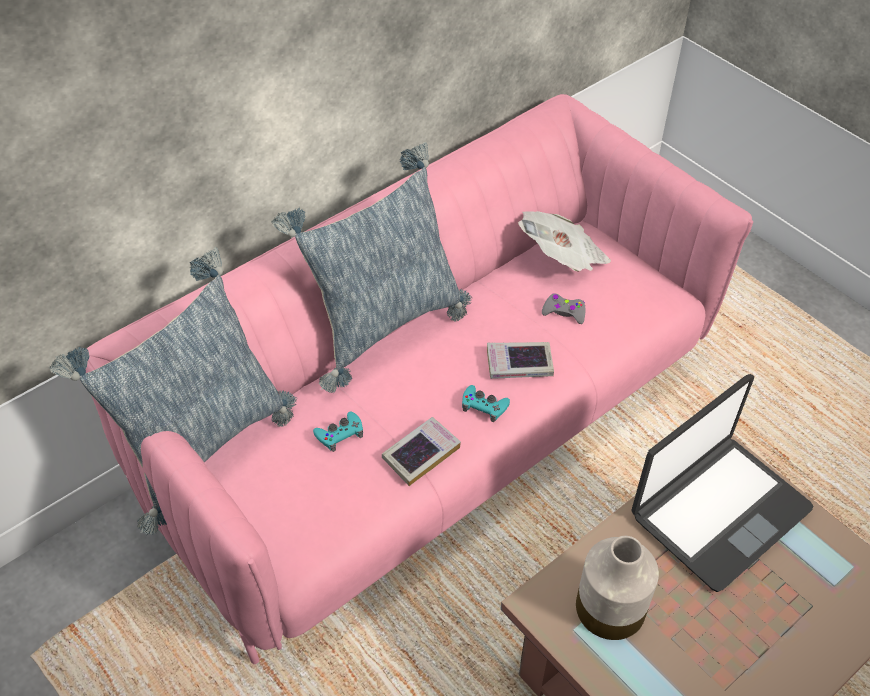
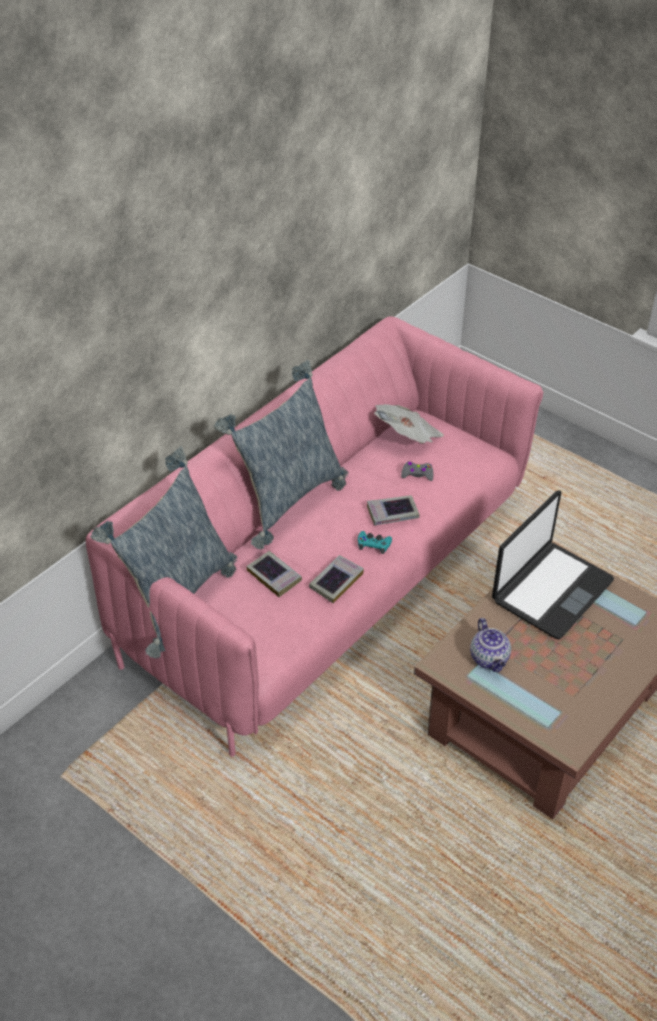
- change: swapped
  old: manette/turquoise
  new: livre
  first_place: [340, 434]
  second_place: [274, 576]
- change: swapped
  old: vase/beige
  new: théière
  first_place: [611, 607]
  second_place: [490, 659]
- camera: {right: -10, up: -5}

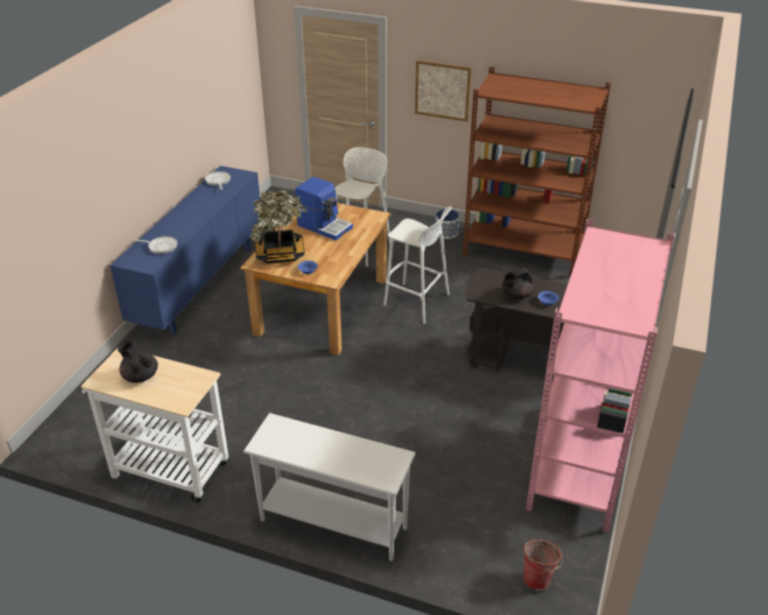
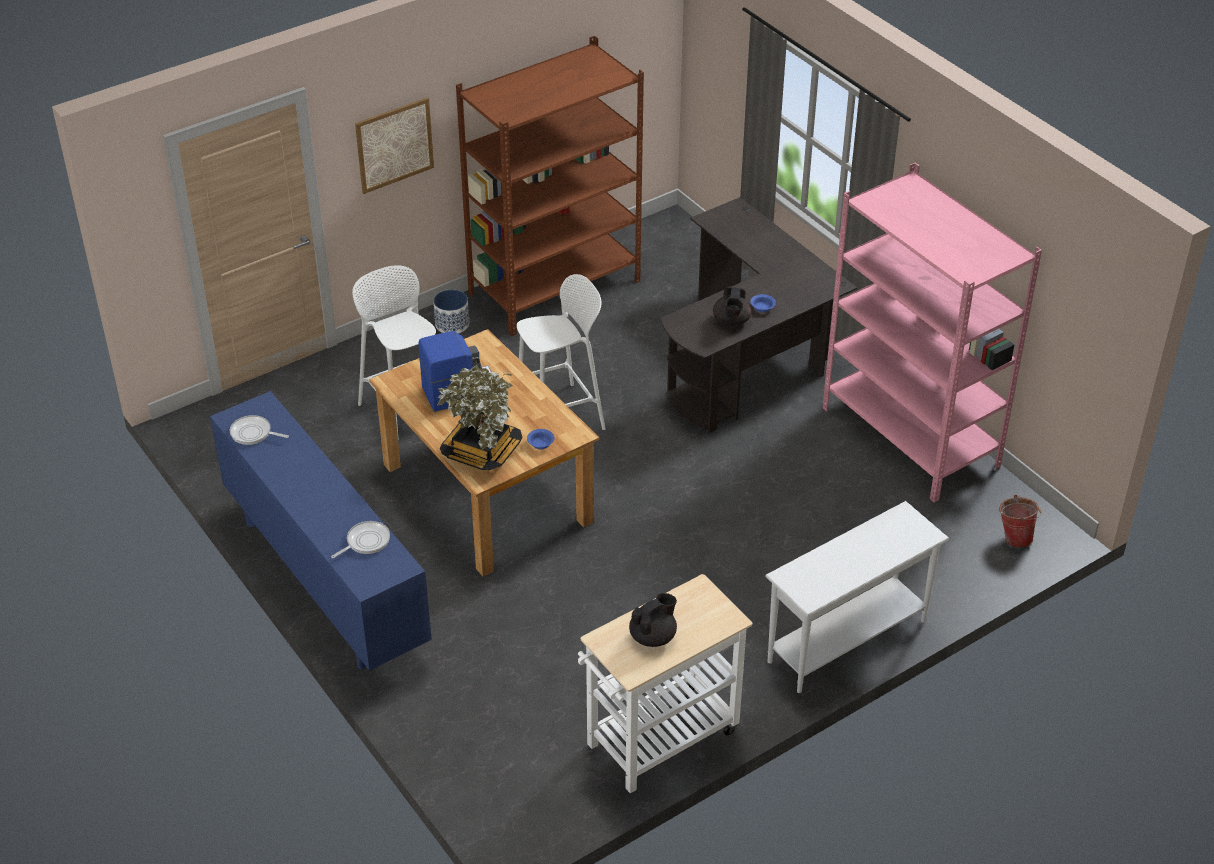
- change: rotated
  old: théière/noir
  first_place: [140, 376]
  second_place: [653, 636]
  degrees: 150
- camera: {right: -55, up: 5}

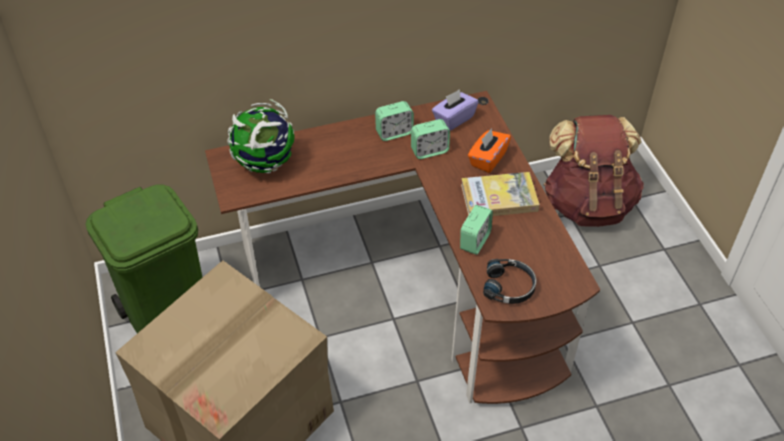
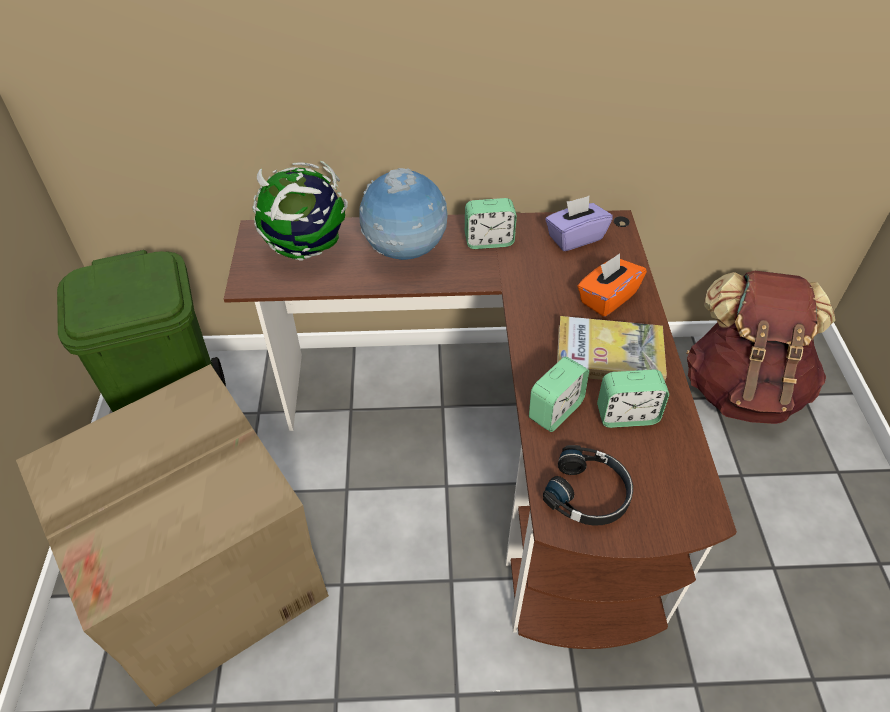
- change: shifted
  old: réveil
  first_place: [429, 151]
  second_place: [626, 415]
- change: new
  new: globe
  second_place: [405, 253]
- camera: {right: 15, up: 0}

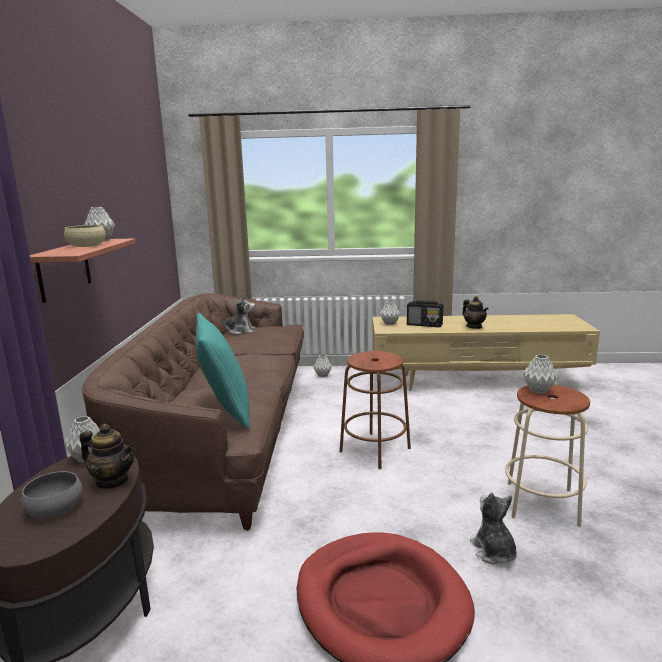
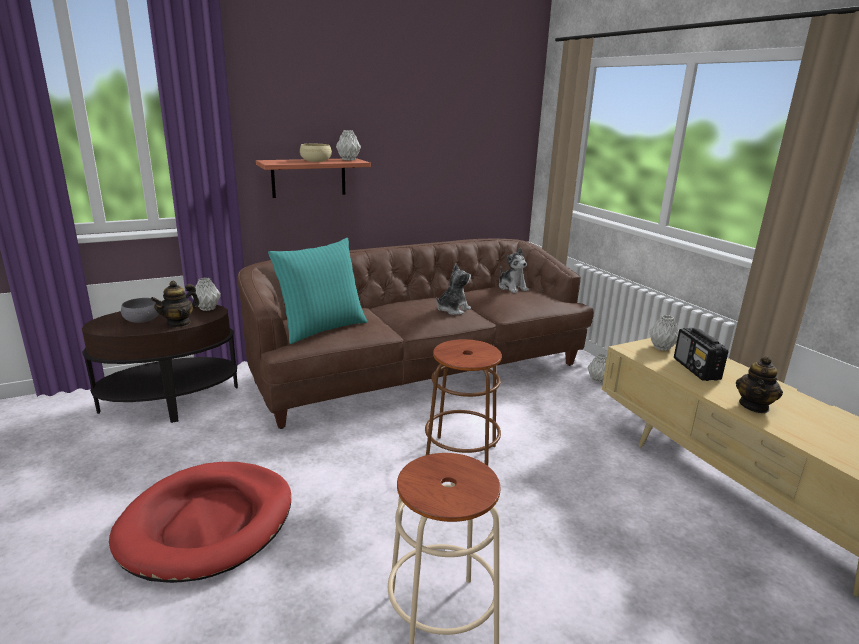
- change: rotated
  old: théière
  first_place: [113, 481]
  second_place: [179, 323]
  degrees: 45
- change: shifted
  old: peluche
  first_place: [493, 552]
  second_place: [452, 310]
- change: gone
  old: vase/gris
  first_place: [538, 390]
- camera: {right: 60, up: 5}

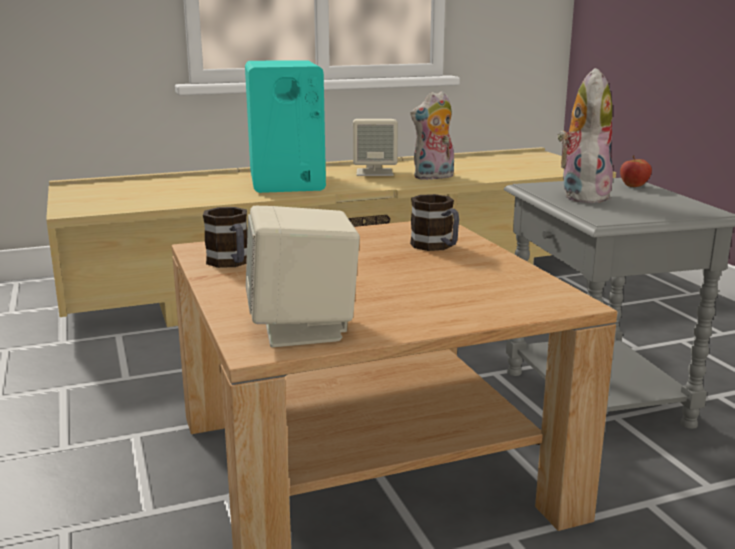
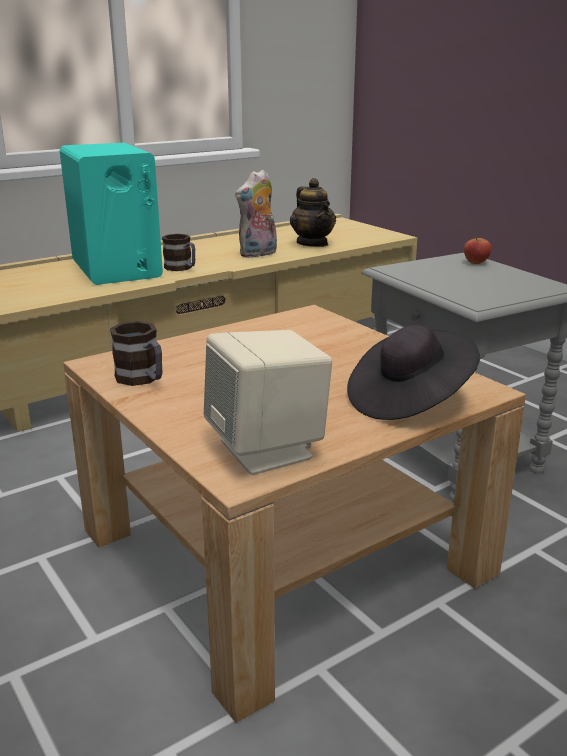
- change: gone
  old: enceinte/beige
  first_place: [374, 172]
- change: shifted
  old: mug
  first_place: [436, 247]
  second_place: [182, 268]
- change: gone
  old: peluche
  first_place: [581, 195]
- change: new
  new: théière
  second_place: [312, 243]
- change: new
  new: chapeau/noir
  second_place: [409, 400]
- camera: {right: -15, up: 5}

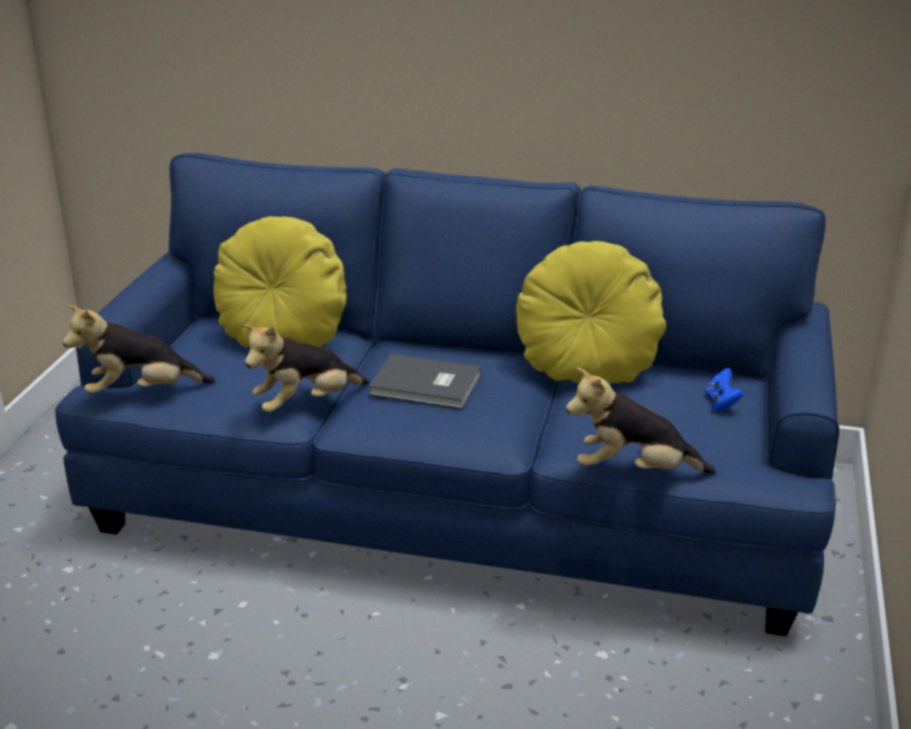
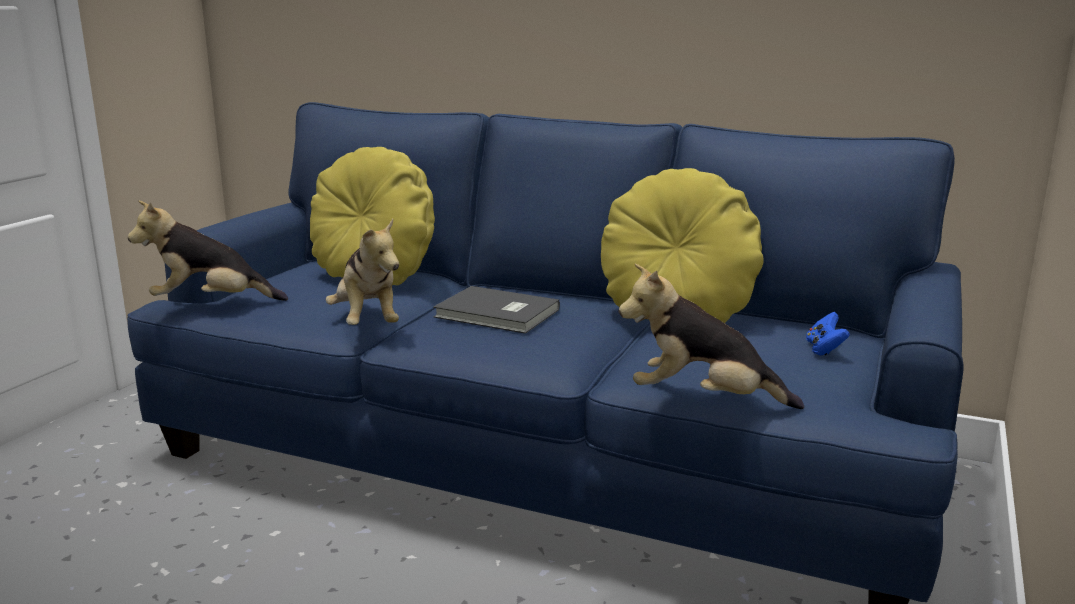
- change: rotated
  old: peluche
  first_place: [305, 404]
  second_place: [366, 322]
  degrees: -90
- camera: {right: 10, up: -10}

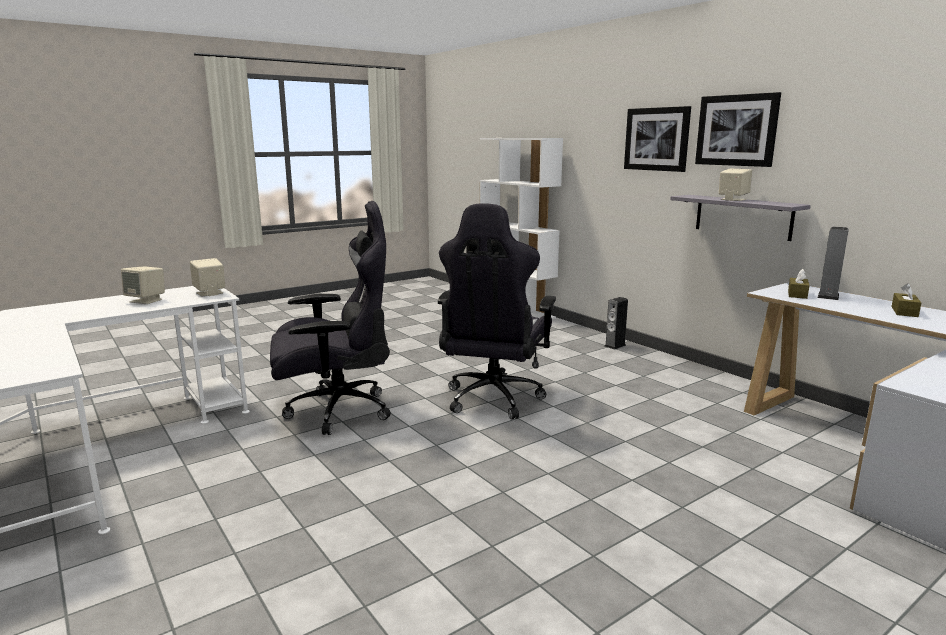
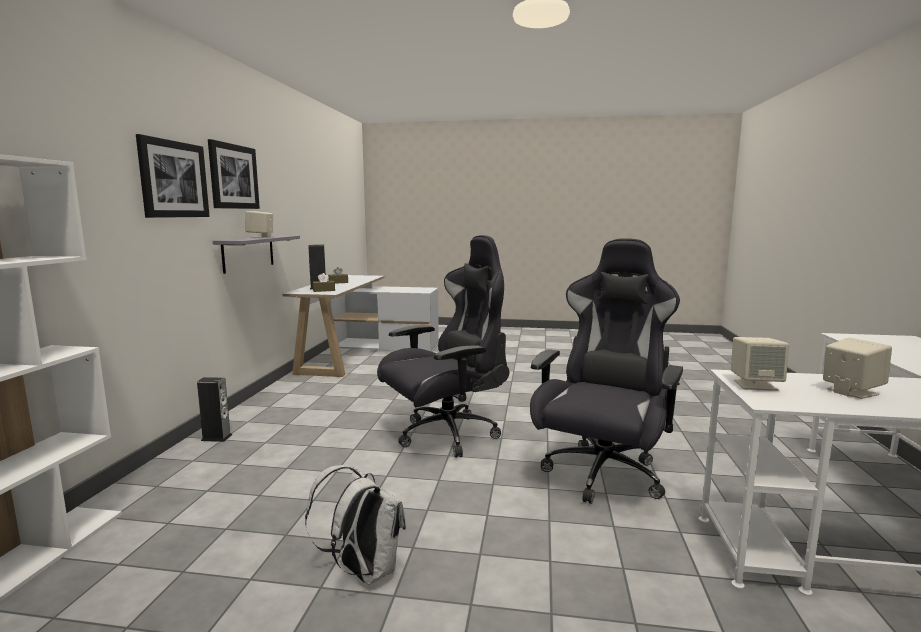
- change: rotated
  old: chaise de bureau/noir
  first_place: [332, 412]
  second_place: [601, 479]
  degrees: 90
- change: new
  new: sac à dos/blanc
  second_place: [362, 571]
- camera: {right: -135, up: -5}

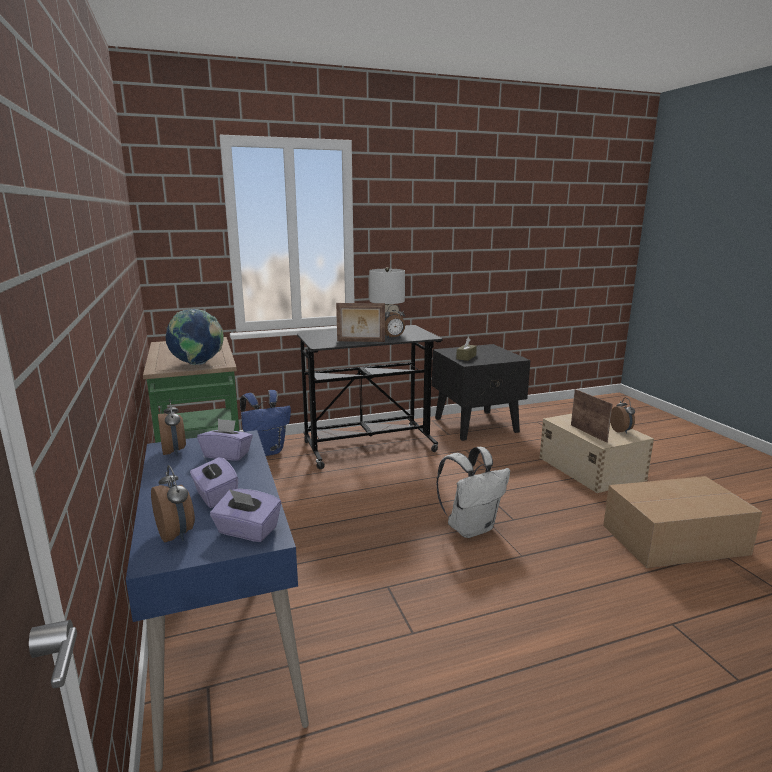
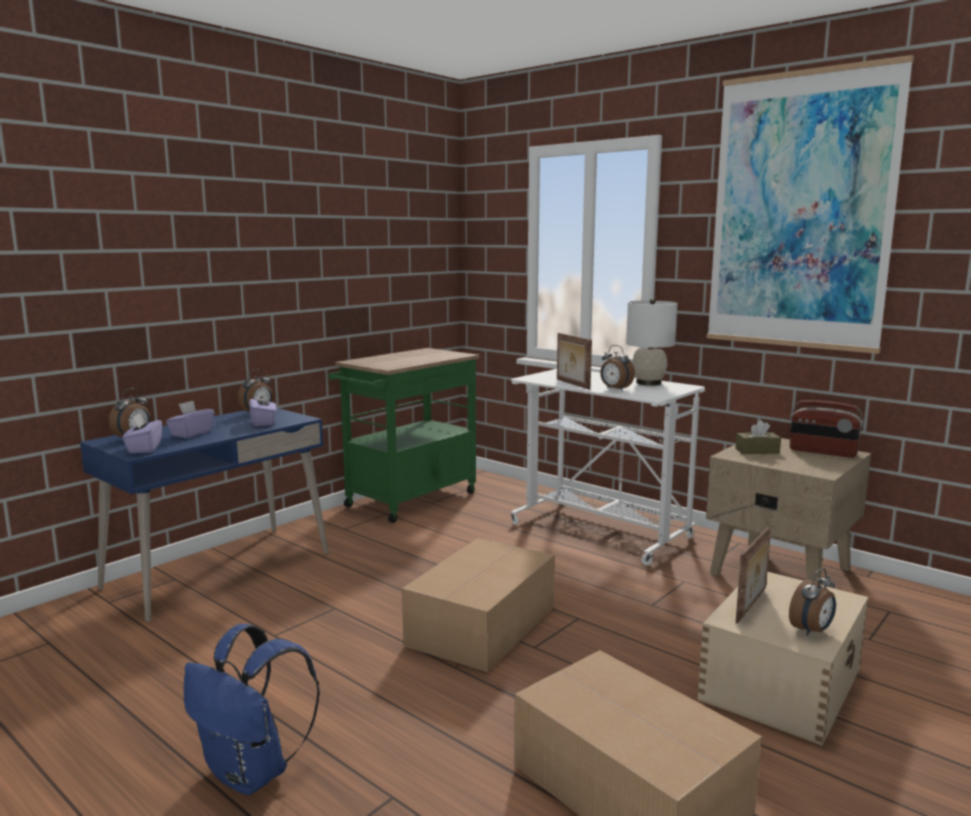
- change: gone
  old: globe
  first_place: [197, 364]
- change: shifted
  old: sac à dos/bleu
  first_place: [266, 451]
  second_place: [252, 773]
- change: repainted
  old: bureau/noir
  new: bureau/blanc
  first_place: [369, 446]
  second_place: [601, 530]
- change: repainted
  old: table de chevet/noir
  new: table de chevet/beige
  first_place: [476, 425]
  second_place: [782, 571]
- change: swapped
  old: sac à dos/blanc
  new: carton
  first_place: [471, 527]
  second_place: [484, 625]
- change: new
  new: tableau
  second_place: [800, 212]
- change: new
  new: radio
  second_place: [822, 452]
- camera: {right: 60, up: -5}

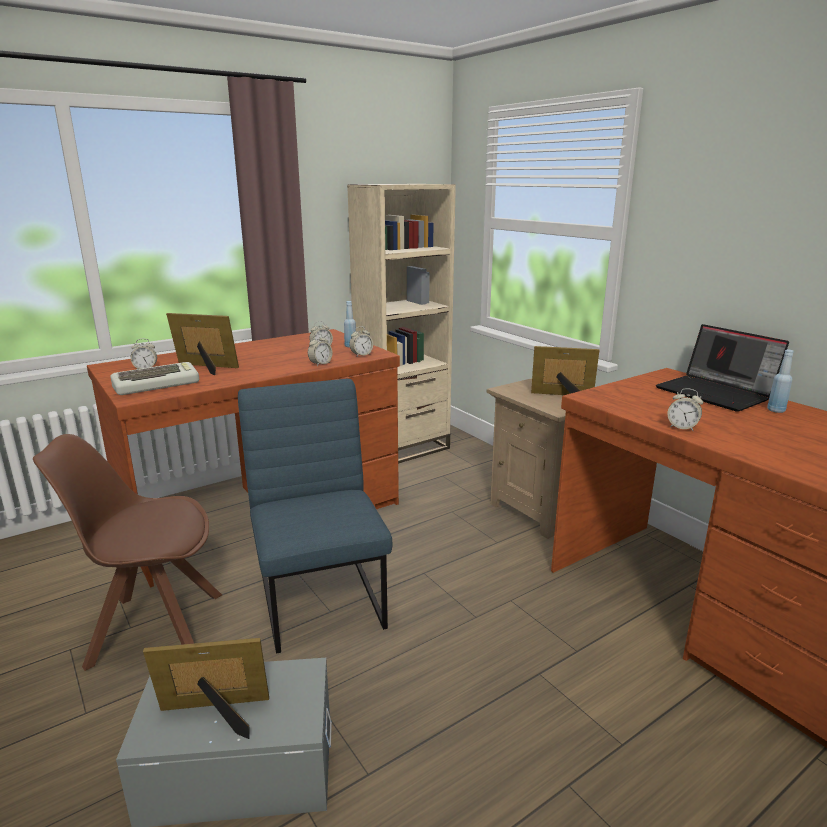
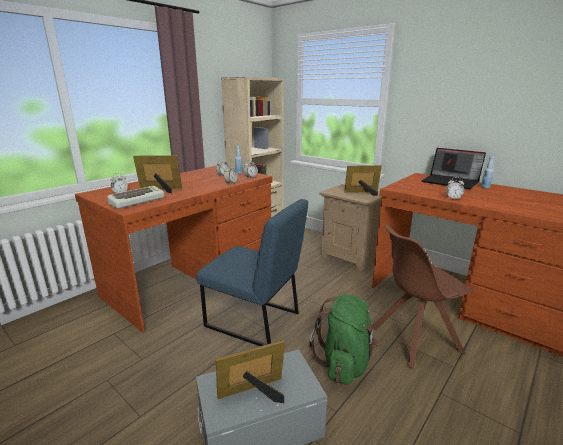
- change: shifted
  old: chaise/marron
  first_place: [154, 629]
  second_place: [413, 339]
- change: rotated
  old: chaise/bleu
  first_place: [321, 596]
  second_place: [254, 320]
  degrees: 150
- change: new
  new: sac à dos/vert
  second_place: [344, 363]
- camera: {right: -15, up: 0}

